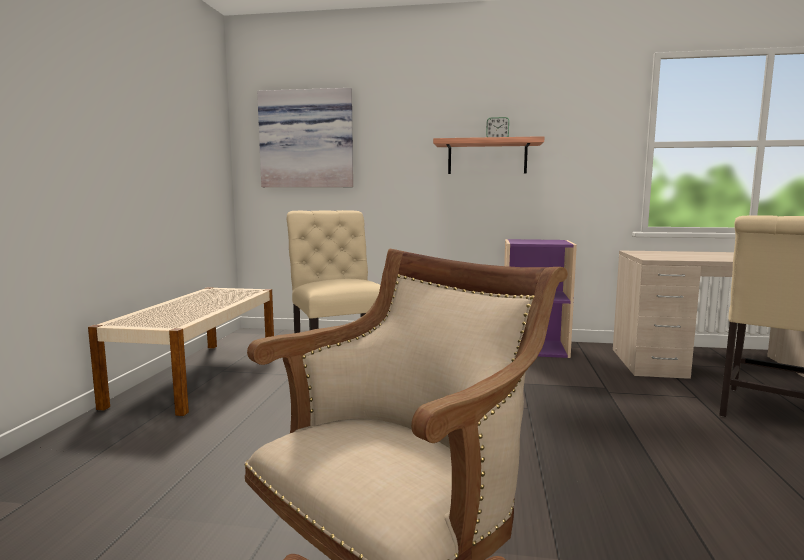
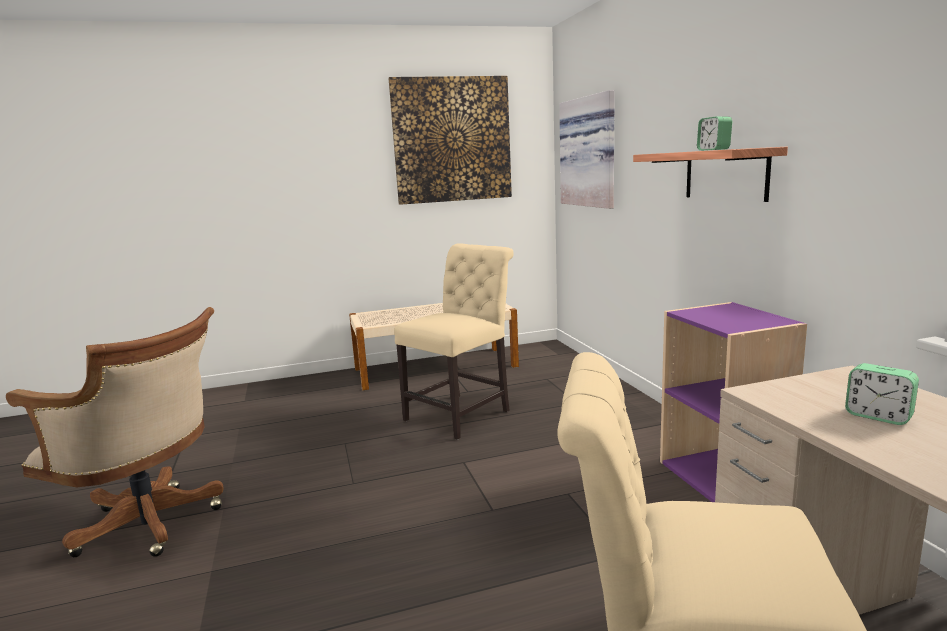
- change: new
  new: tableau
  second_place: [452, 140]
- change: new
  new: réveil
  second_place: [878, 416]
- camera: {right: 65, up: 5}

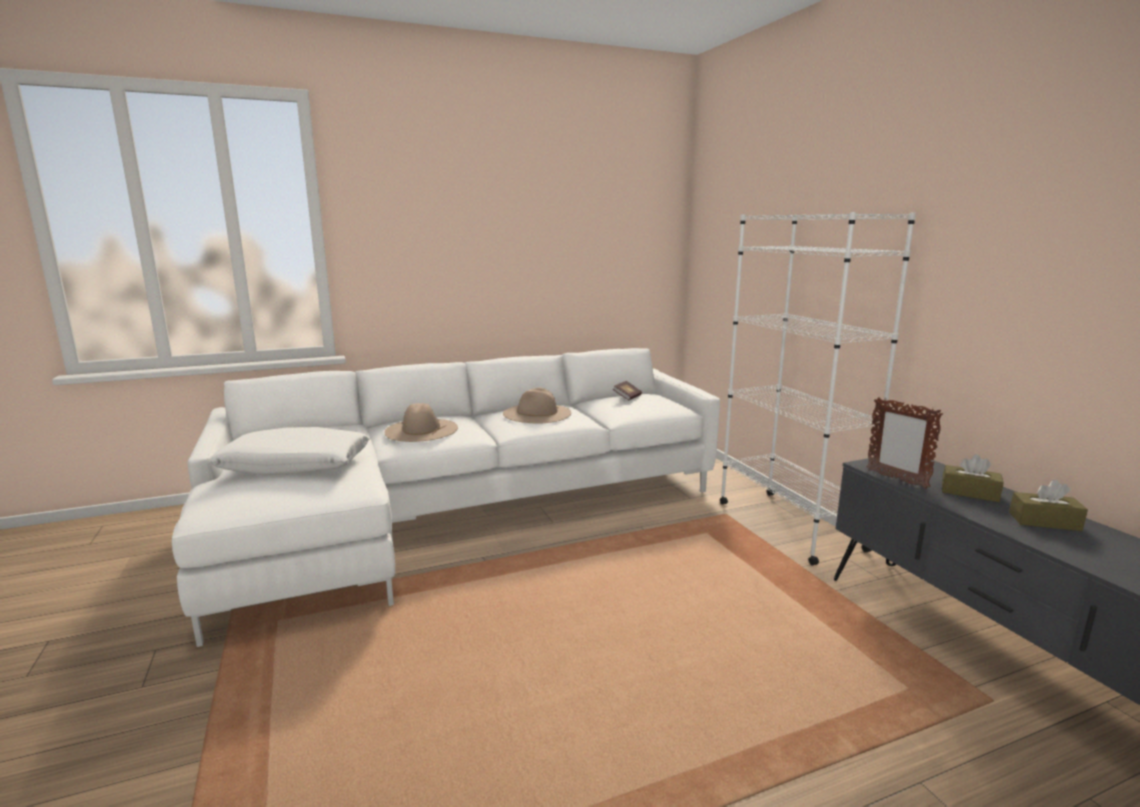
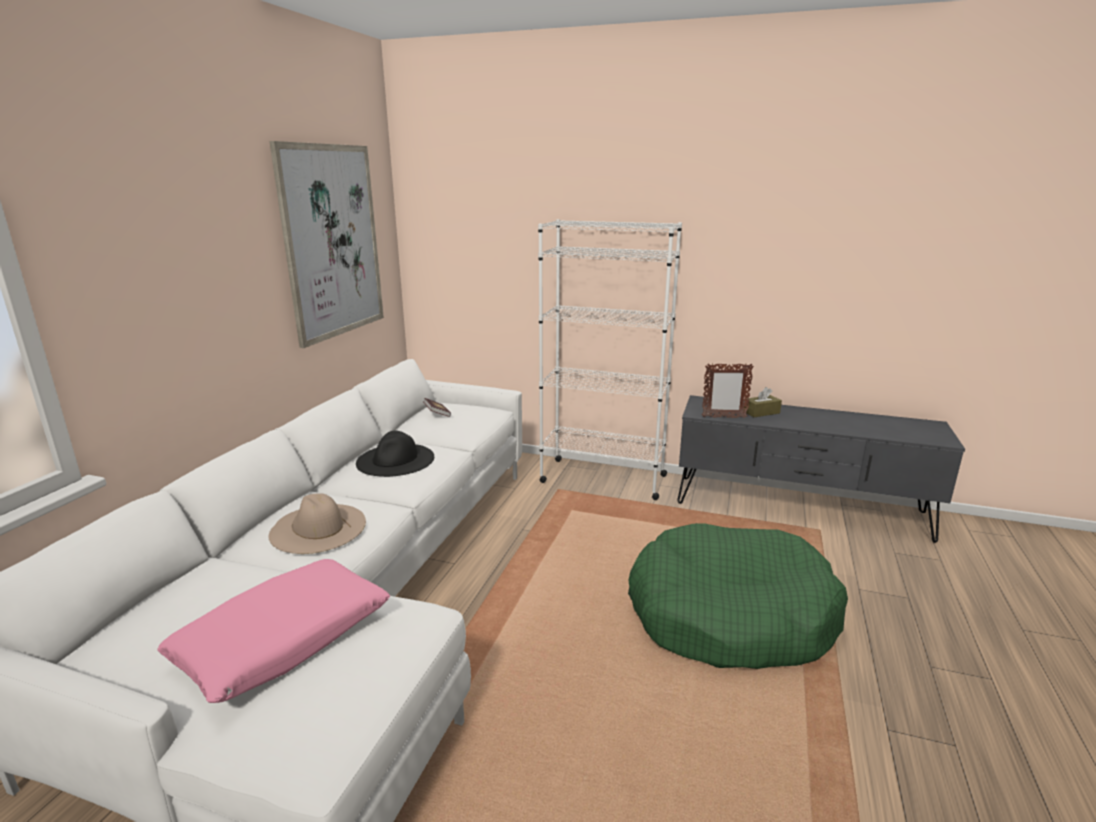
- change: repainted
  old: coussin/blanc
  new: coussin/rose
  first_place: [295, 465]
  second_place: [283, 640]
- change: repainted
  old: chapeau/beige
  new: chapeau/noir
  first_place: [537, 413]
  second_place: [395, 460]
- change: gone
  old: boîte à mouchoirs/marron
  first_place: [1044, 521]
- change: new
  new: tableau
  second_place: [332, 242]
- change: new
  new: panier pour chien/vert
  second_place: [729, 615]
- camera: {right: -50, up: 5}

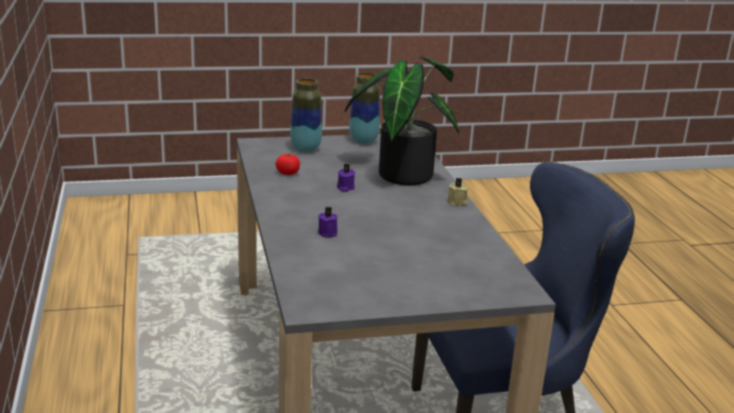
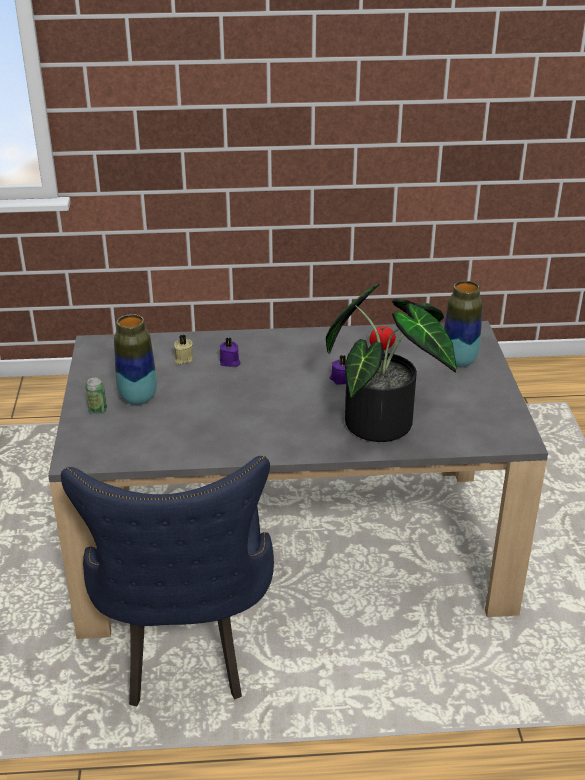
- change: shifted
  old: vase
  first_place: [363, 141]
  second_place: [138, 398]
- change: shifted
  old: bougie/beige
  first_place: [457, 202]
  second_place: [183, 359]
- change: new
  new: boîte métallique
  second_place: [97, 410]
- camera: {right: 100, up: 10}

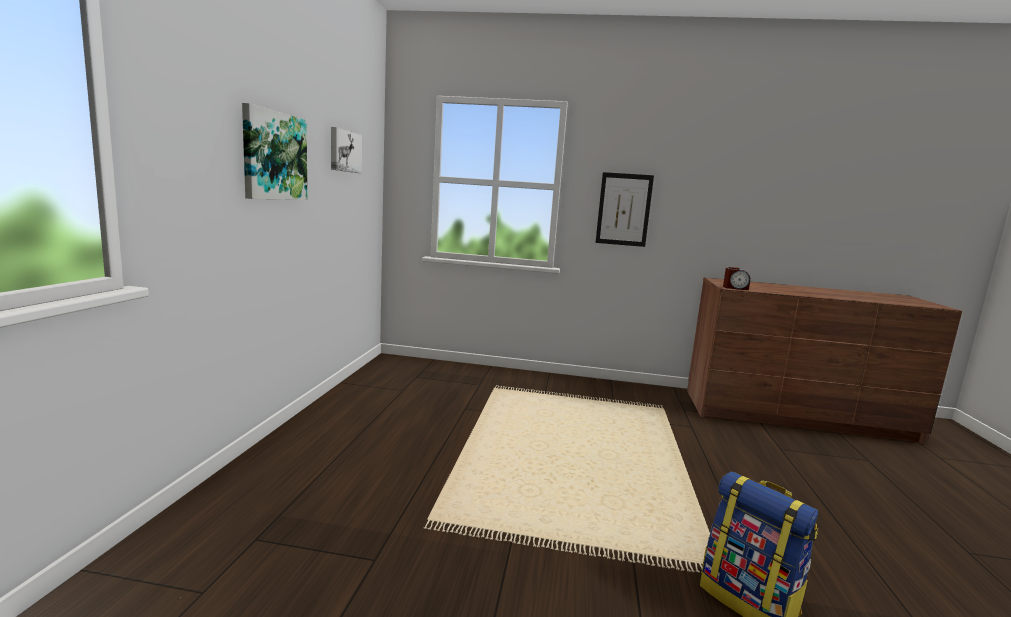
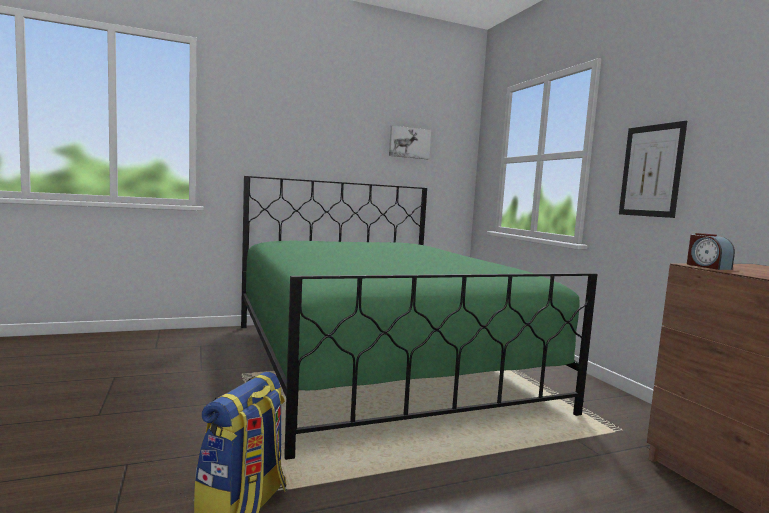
- change: gone
  old: tableau
  first_place: [274, 156]
- change: new
  new: lit/vert
  second_place: [376, 362]
- camera: {right: 60, up: -5}

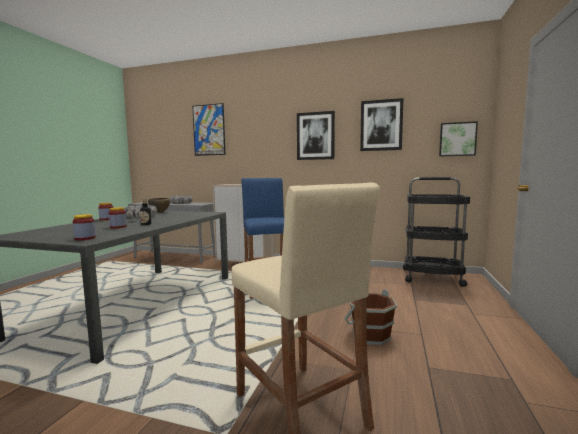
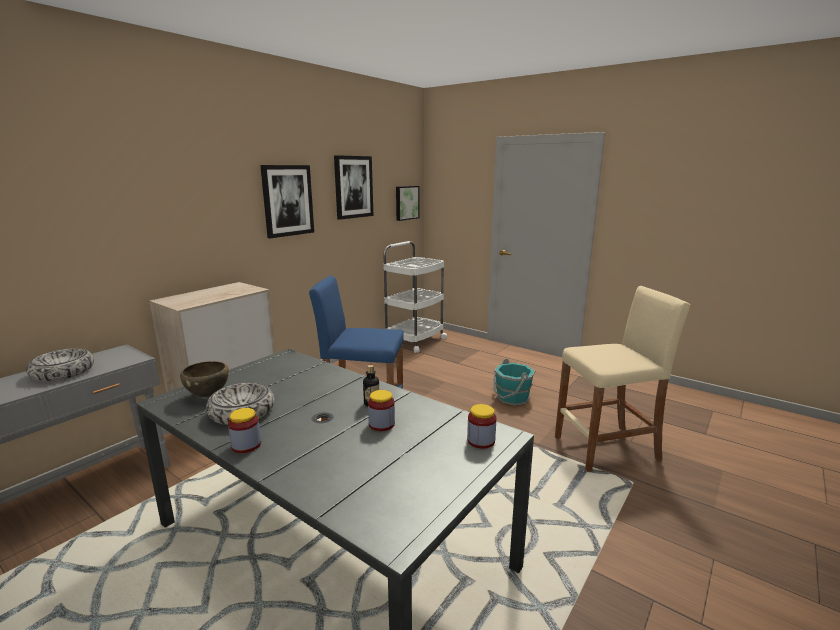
- change: gone
  old: tableau
  first_place: [209, 130]
- change: repainted
  old: seau/marron
  new: seau/turquoise
  first_place: [370, 335]
  second_place: [512, 398]
- change: repainted
  old: chariot/noir
  new: chariot/blanc
  first_place: [432, 277]
  second_place: [415, 341]
- camera: {right: -70, up: 10}

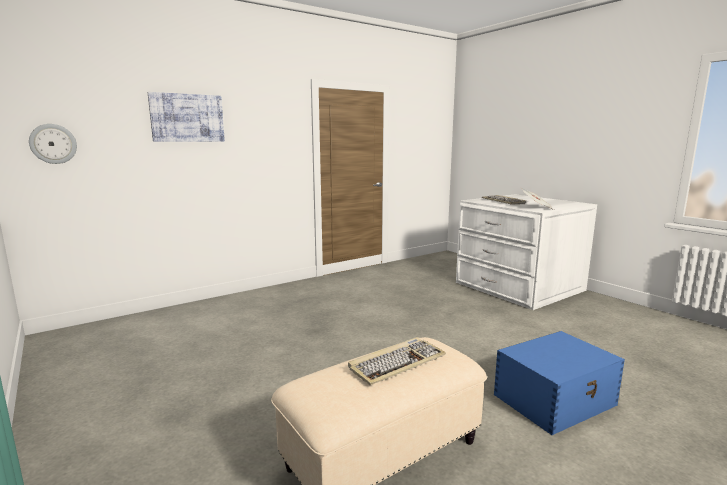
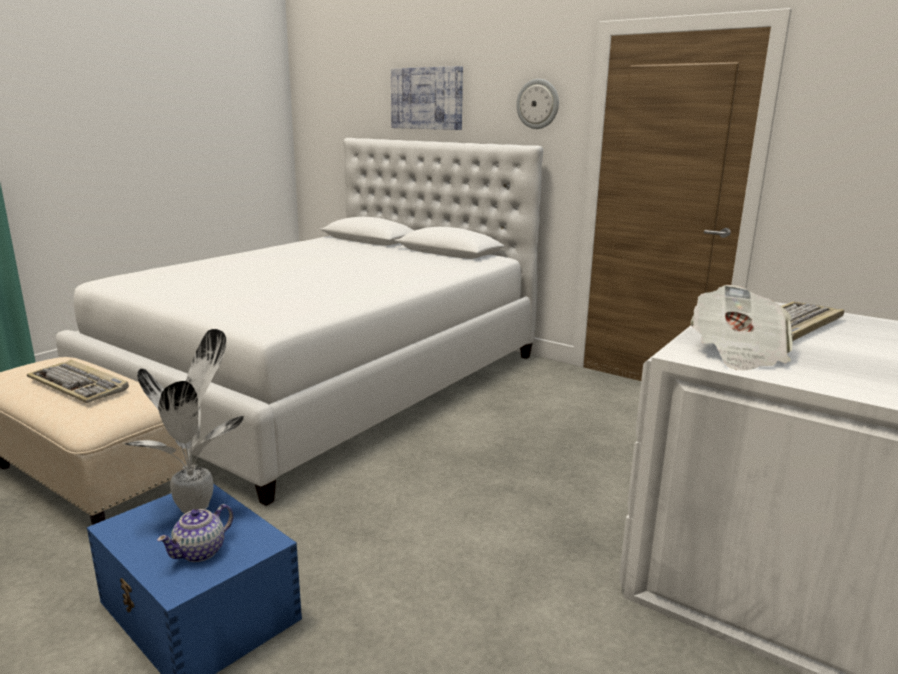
- change: shifted
  old: horloge murale
  first_place: [53, 144]
  second_place: [538, 104]
- change: new
  new: lit/blanc
  second_place: [328, 380]
- change: new
  new: plante en pot
  second_place: [197, 505]
- change: new
  new: théière
  second_place: [200, 551]
- camera: {right: 70, up: 5}

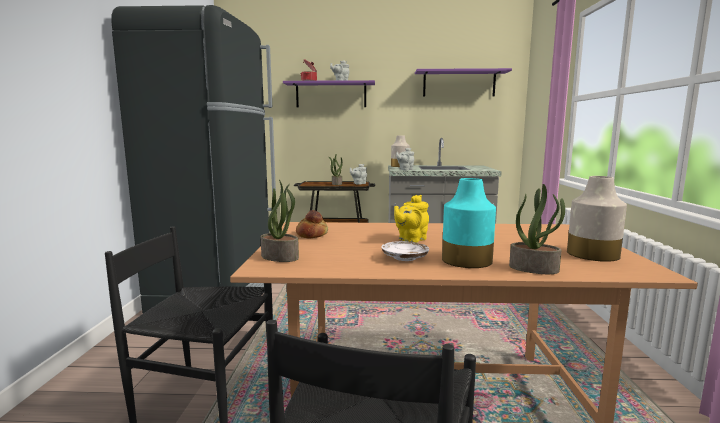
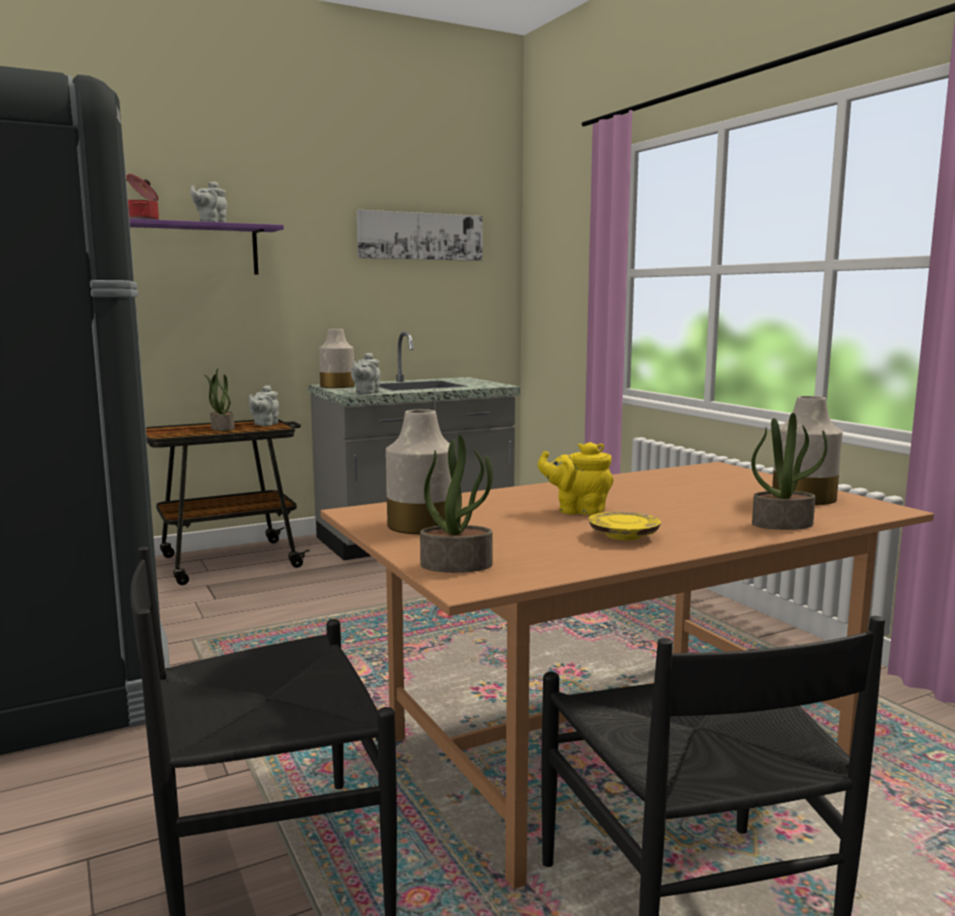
- change: swapped
  old: pain
  new: vase/beige
  first_place: [312, 235]
  second_place: [422, 524]
- change: repainted
  old: assiette/blanc
  new: assiette/jaune
  first_place: [404, 258]
  second_place: [623, 536]
- change: rotated
  old: théière/jaune
  first_place: [410, 240]
  second_place: [578, 510]
  degrees: 90
- change: swapped
  old: étagère/violet
  new: tableau
  first_place: [459, 84]
  second_place: [420, 236]
- change: gone
  old: vase/turquoise
  first_place: [467, 260]
- camera: {right: -30, up: 0}

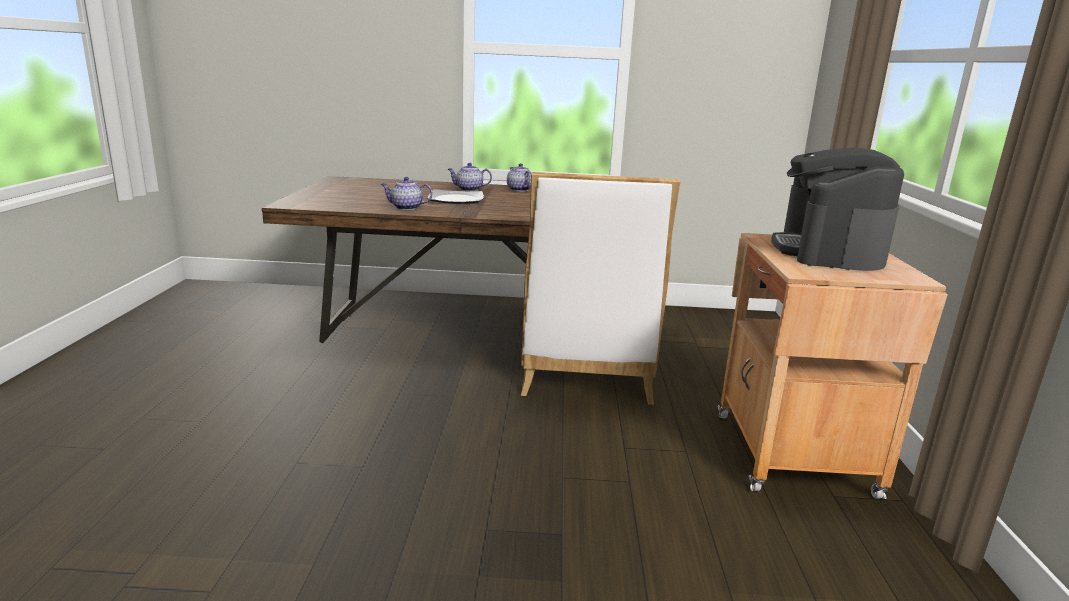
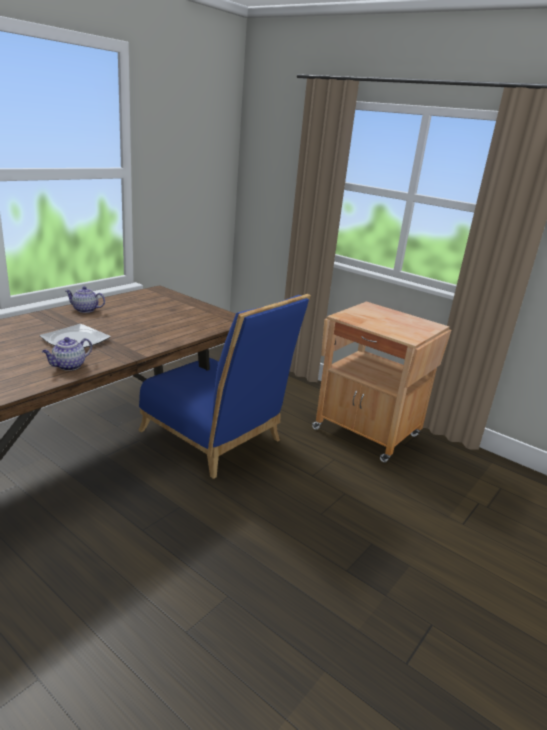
- change: gone
  old: théière
  first_place: [468, 189]
- change: repainted
  old: chaise/blanc
  new: chaise/bleu
  first_place: [585, 372]
  second_place: [216, 439]
- change: gone
  old: machine à café
  first_place: [828, 252]
- camera: {right: -55, up: 5}

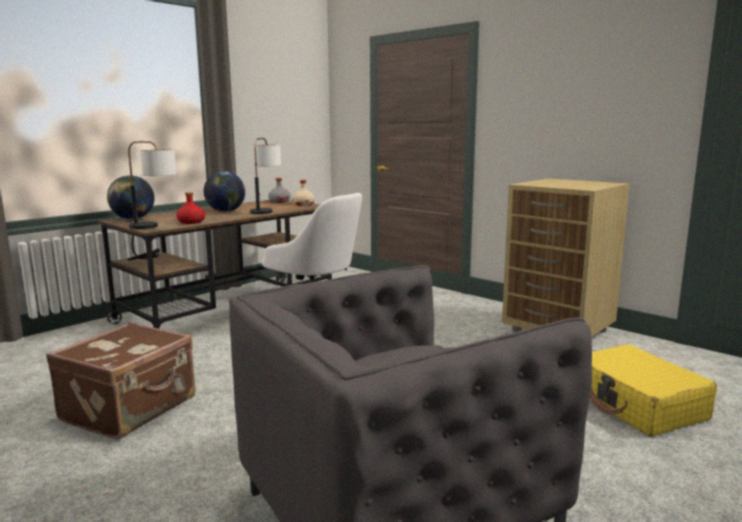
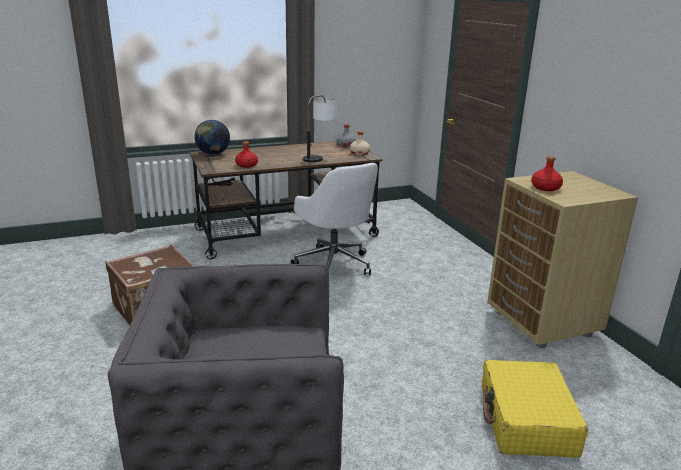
- change: gone
  old: lampe de table
  first_place: [155, 227]
- change: gone
  old: globe
  first_place: [226, 211]
- change: new
  new: bouteille/rouge
  second_place: [545, 188]
- camera: {right: 25, up: 10}

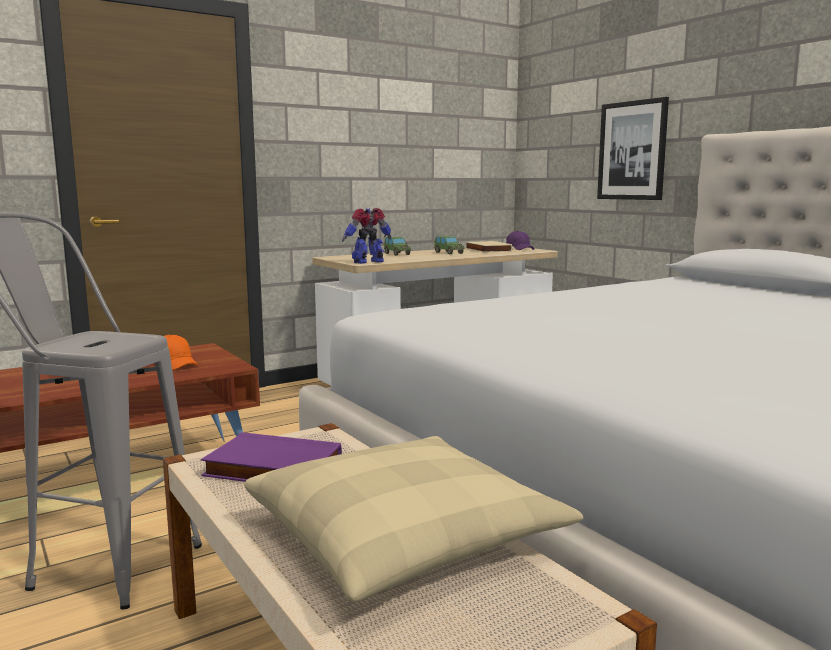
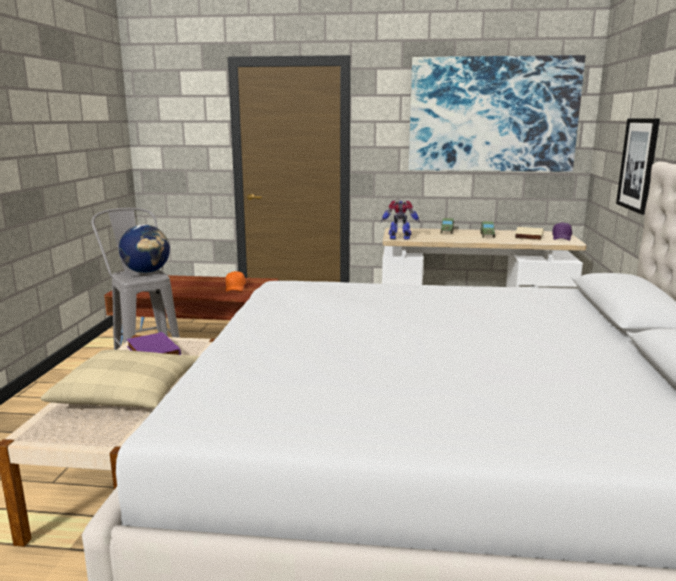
- change: new
  new: globe
  second_place: [147, 272]
- change: new
  new: tableau
  second_place: [492, 115]
- camera: {right: 40, up: 5}

